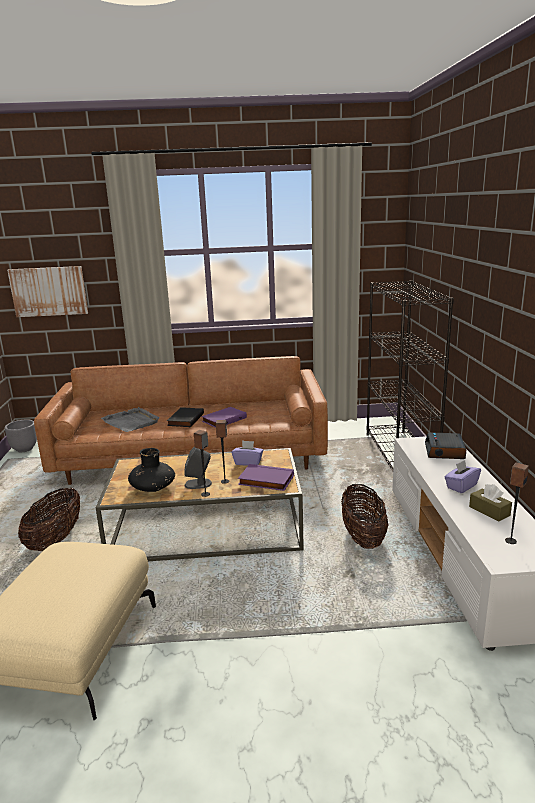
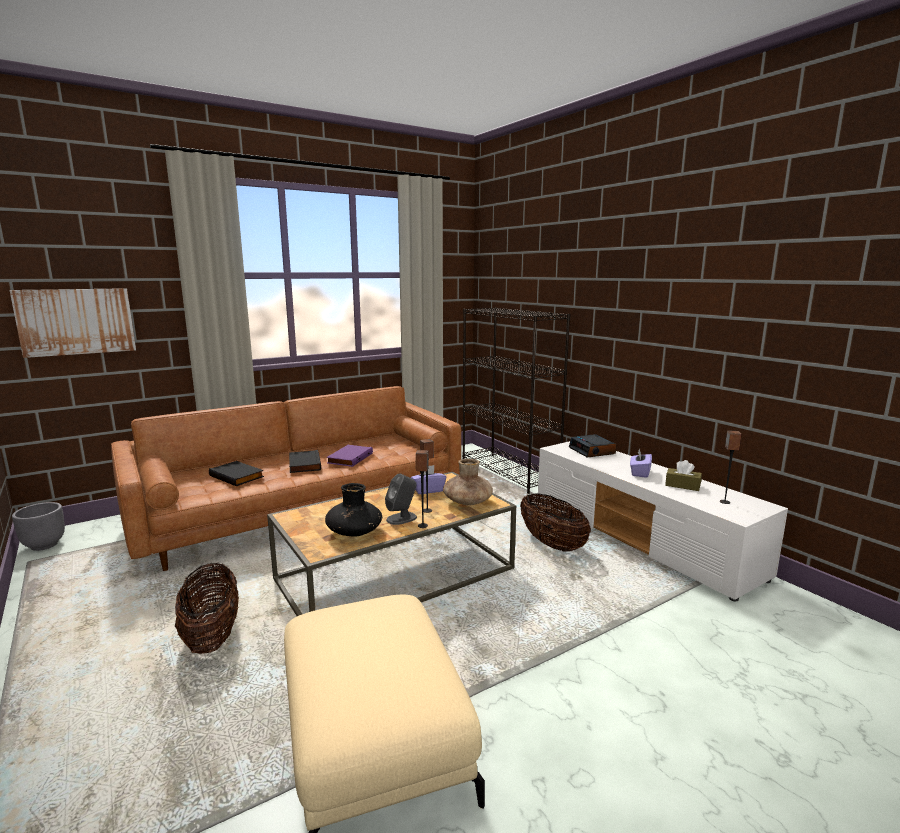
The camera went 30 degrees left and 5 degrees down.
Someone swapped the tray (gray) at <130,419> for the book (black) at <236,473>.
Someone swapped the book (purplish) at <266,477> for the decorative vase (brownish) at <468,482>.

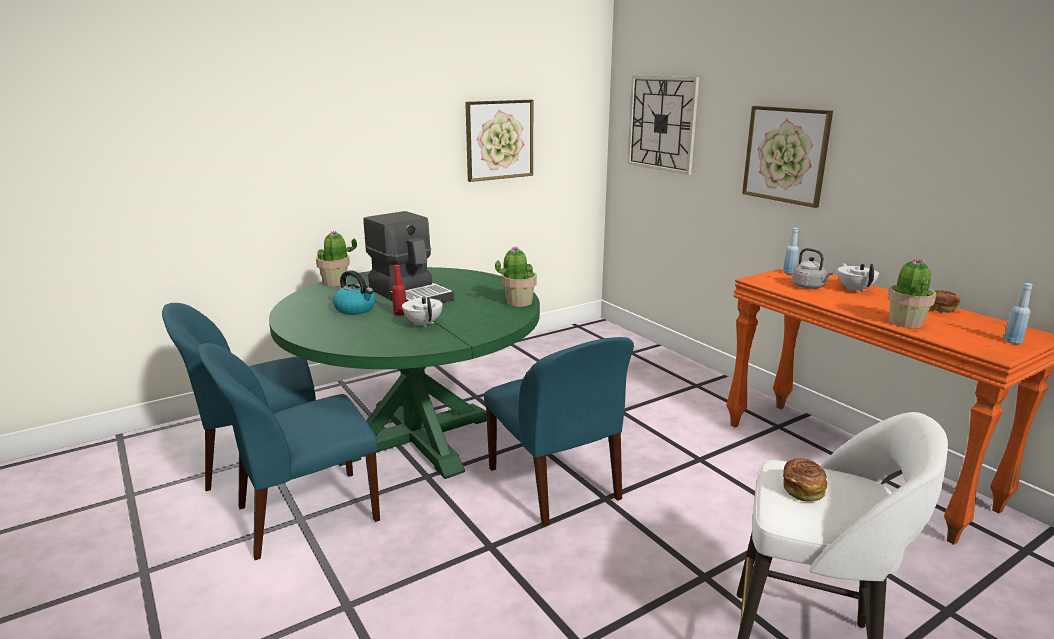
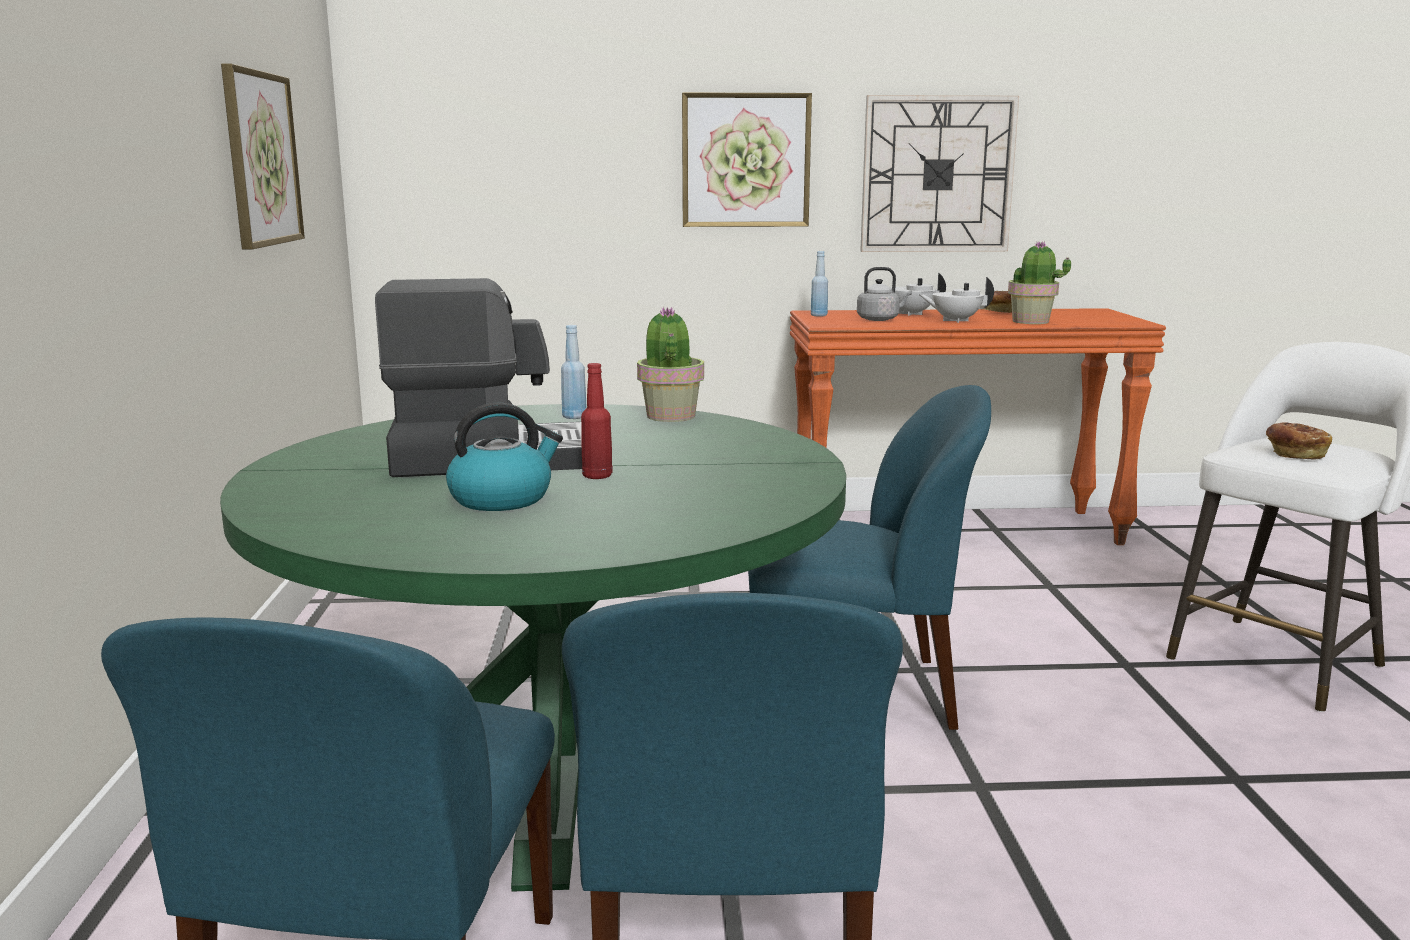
The camera went 60 degrees left and 5 degrees down.
Someone carried the bottle (bluish) from <1018,313> to <573,372>.
Someone carried the wall clock from <663,125> to <939,173>.
Someone carried the tea pot (whitish) from <422,311> to <956,300>.
Someone took away the potted plant at <336,258>.

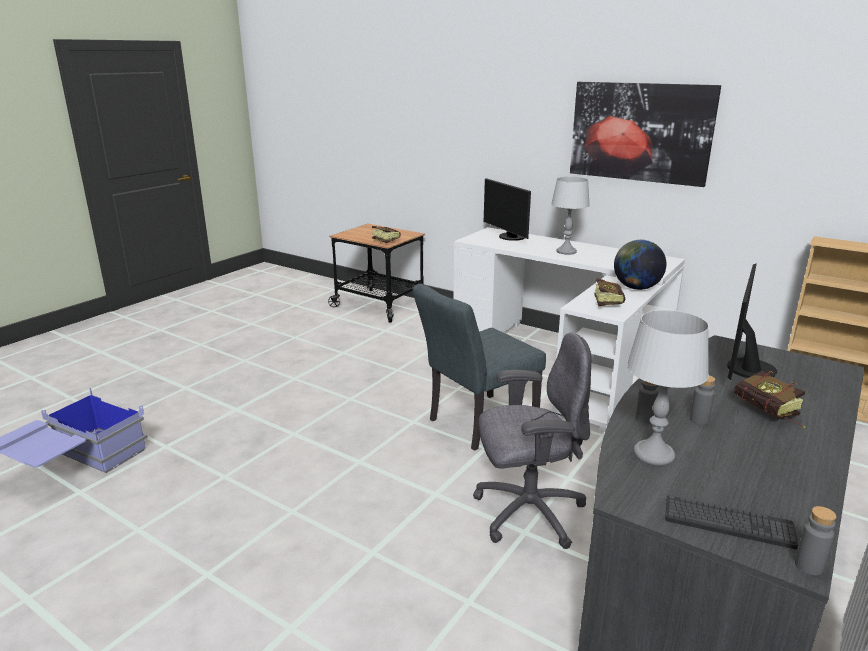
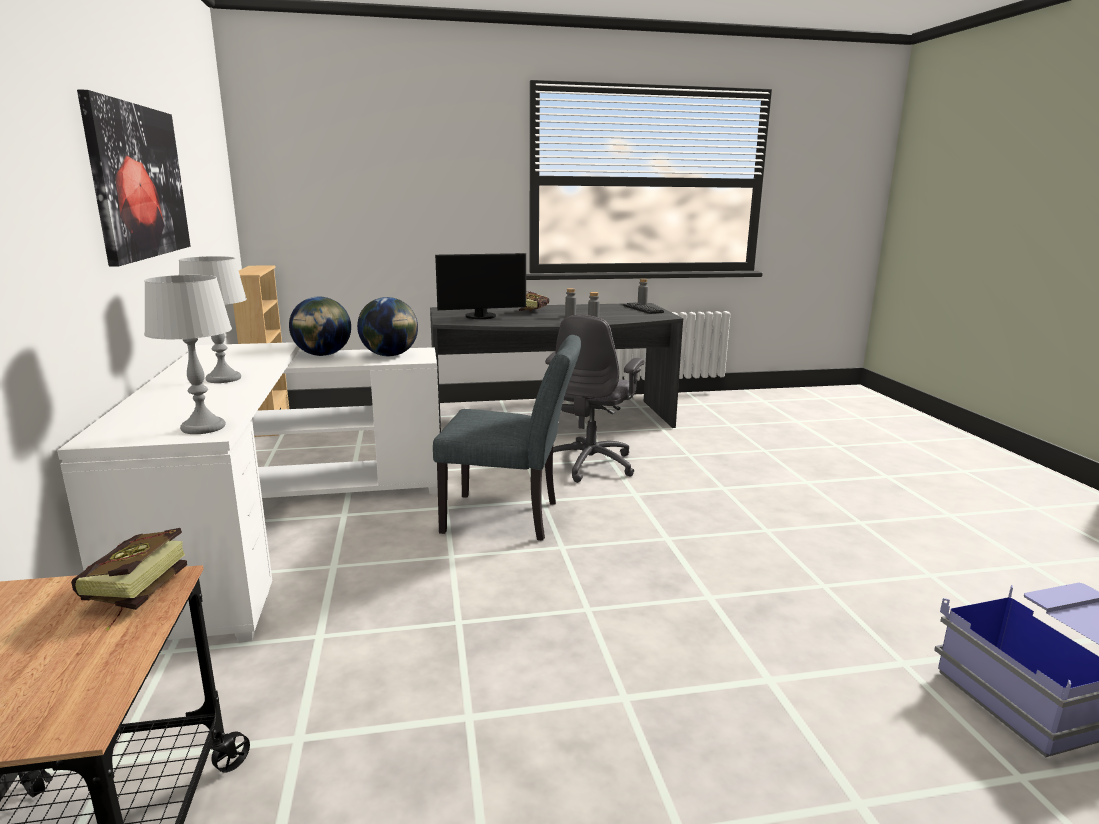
The camera went 135 degrees left and 5 degrees down.
Someone carried the table lamp (gray) from <668,388> to <188,354>.
Someone swapped the book at <609,292> for the desk globe at <387,326>.
Someone rotated the desk chair (gray) at <532,440> by 105 degrees counterclockwise.
Someone took away the computer display at <507,209>.

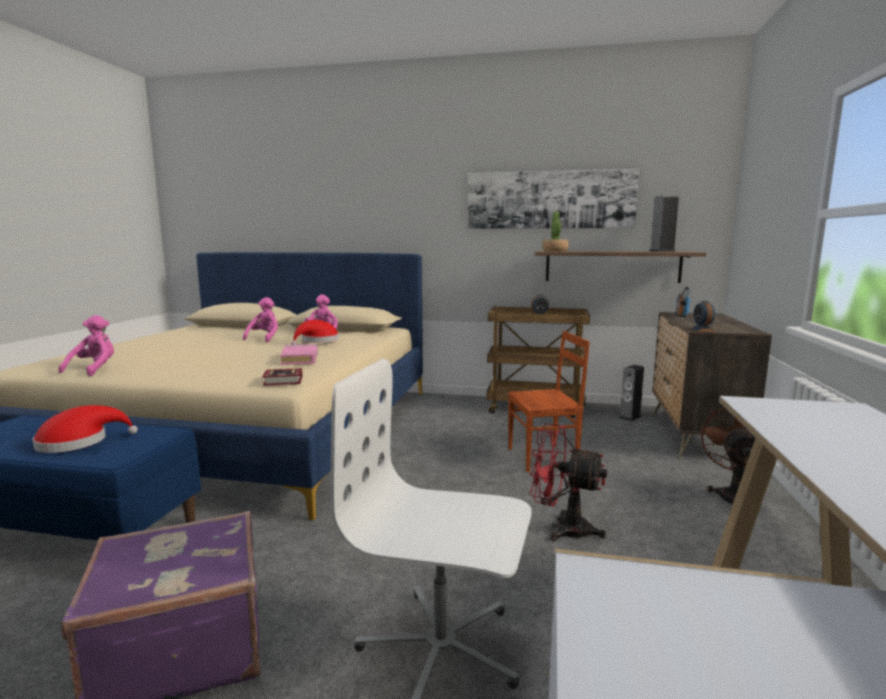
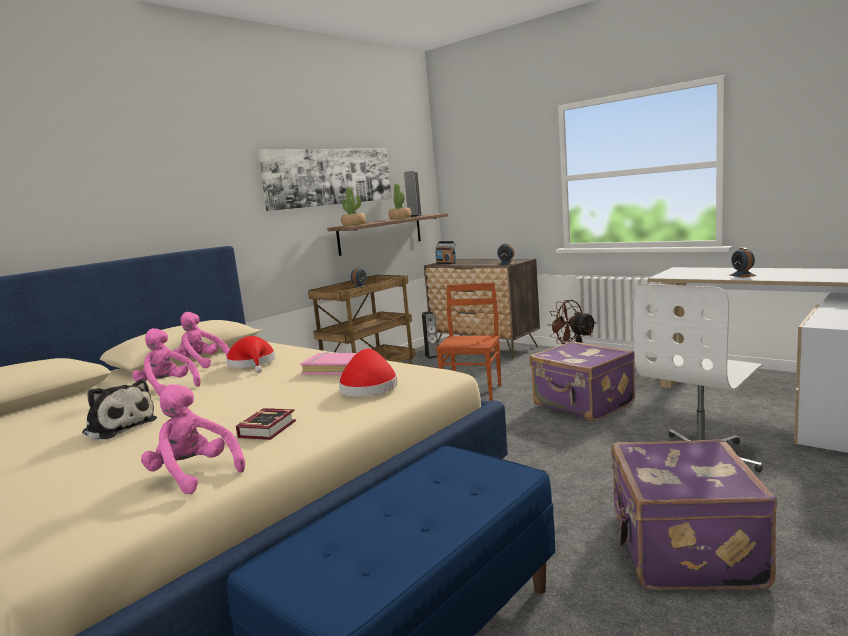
The camera went 60 degrees left and 0 degrees up.
Someone put down the cuddly toy at <119,409>.
Someone carried the book from <282,377> to <266,424>.
Someone carried the wearable hat (red) from <85,429> to <368,372>.
Someone put down the potted plant at <399,201>.
Someone swapped the cooling fan (red) at <568,483> for the suitcase (purplish) at <582,381>.
Someone put down the bedside clock at <743,262>.

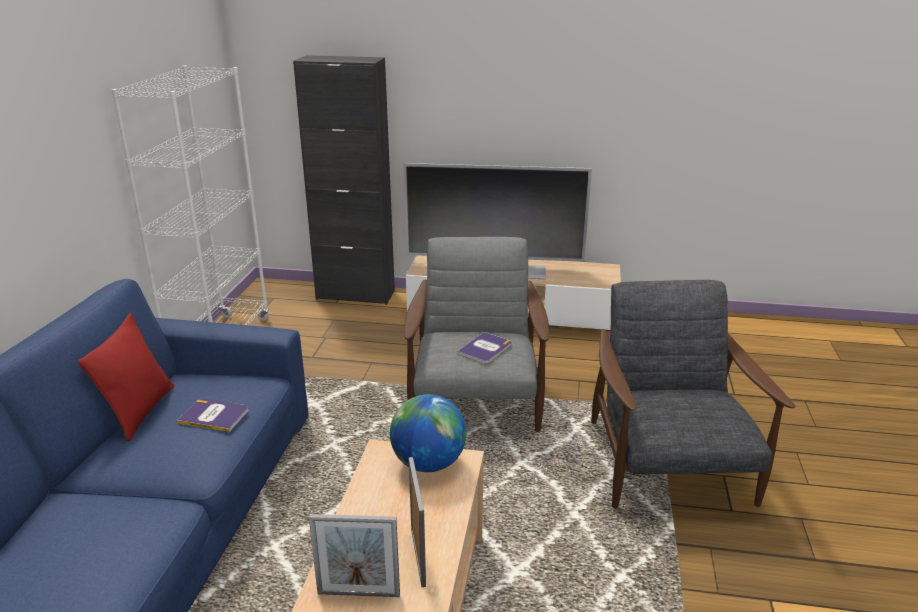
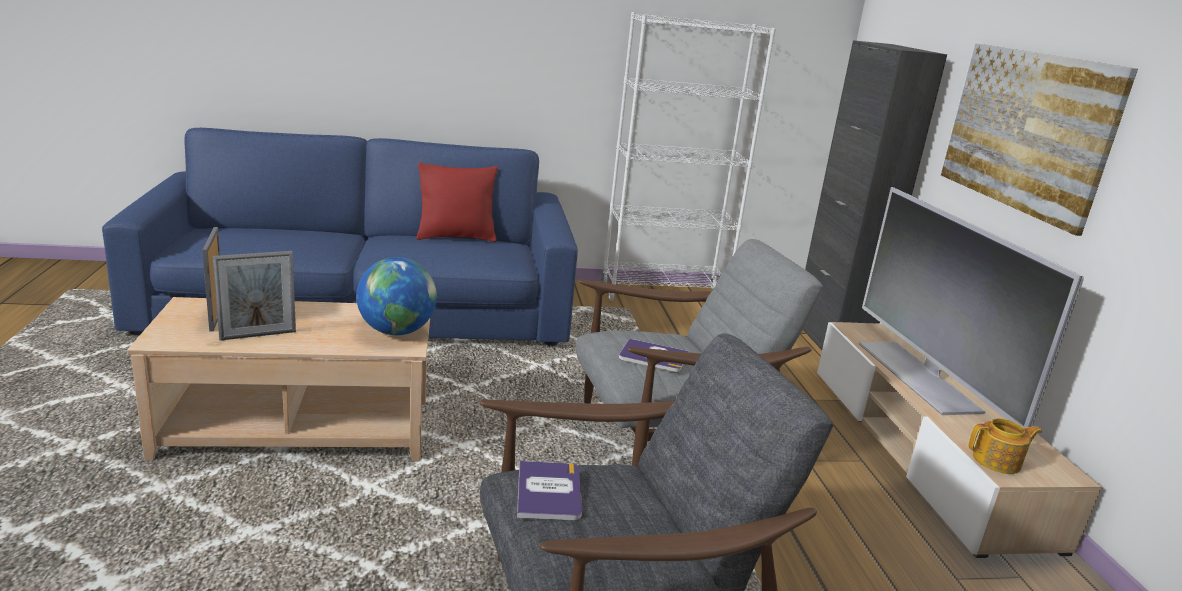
The camera went 70 degrees right and 5 degrees down.
Someone carried the book from <212,415> to <549,490>.
Someone put up the wall art at <1039,140>.
Someone put down the tea pot at <1005,446>.

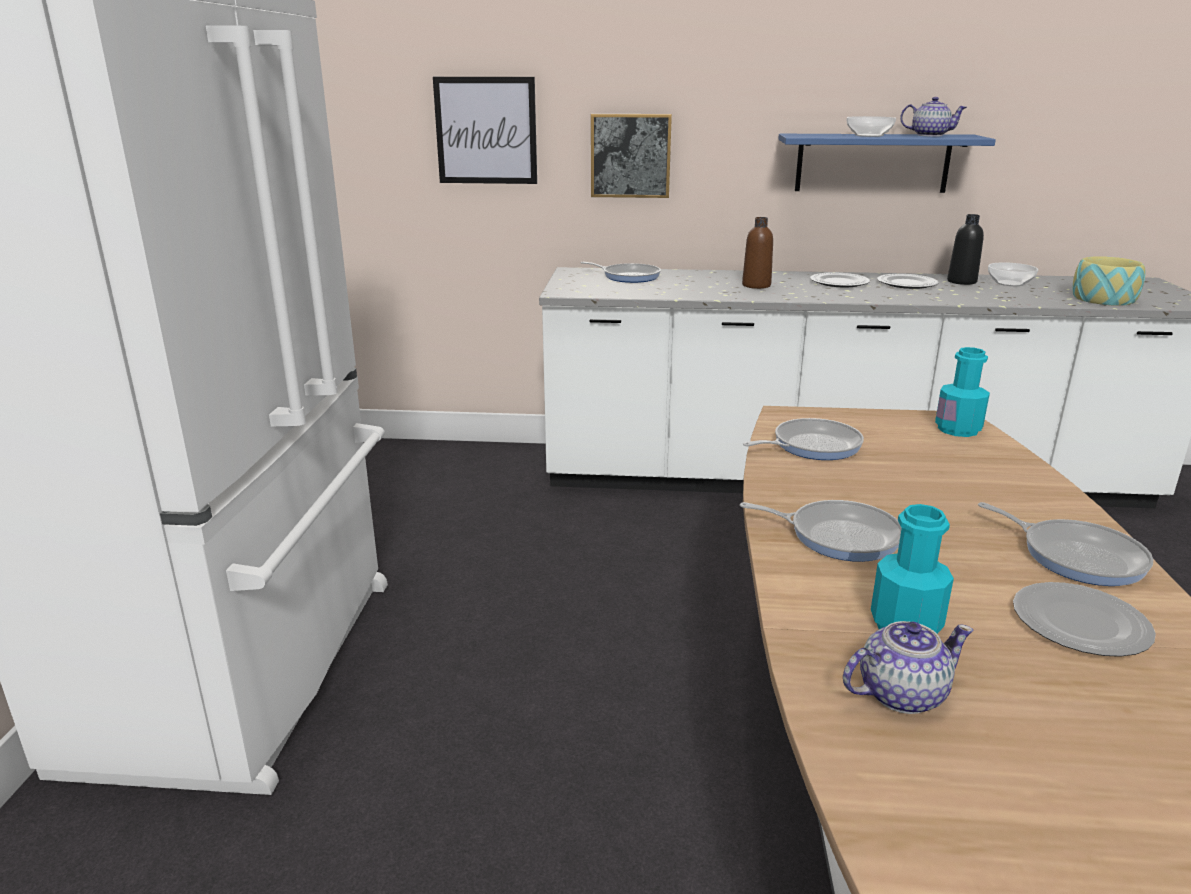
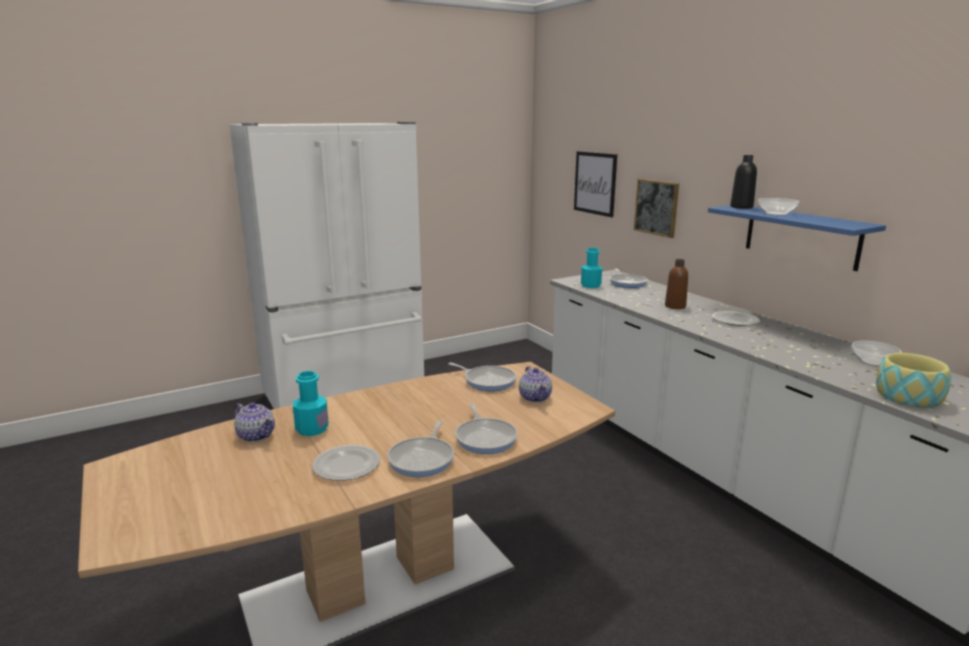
The camera went 55 degrees right and 5 degrees down.
Someone carried the skillet from <821,531> to <486,428>.
Someone carried the tea pot from <933,117> to <535,384>.
Someone carried the bottle (turquoise-coloured) from <962,392> to <591,268>.
Someone carried the bottle (black) from <965,249> to <743,182>.
Someone took away the dinner plate at <908,281>.

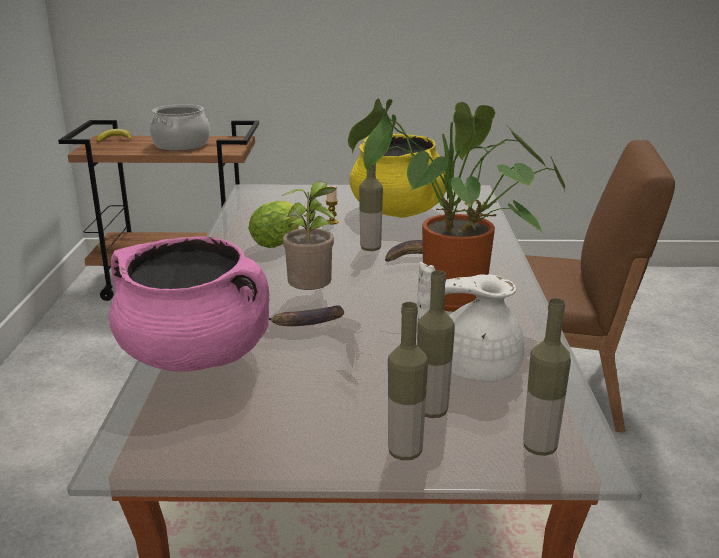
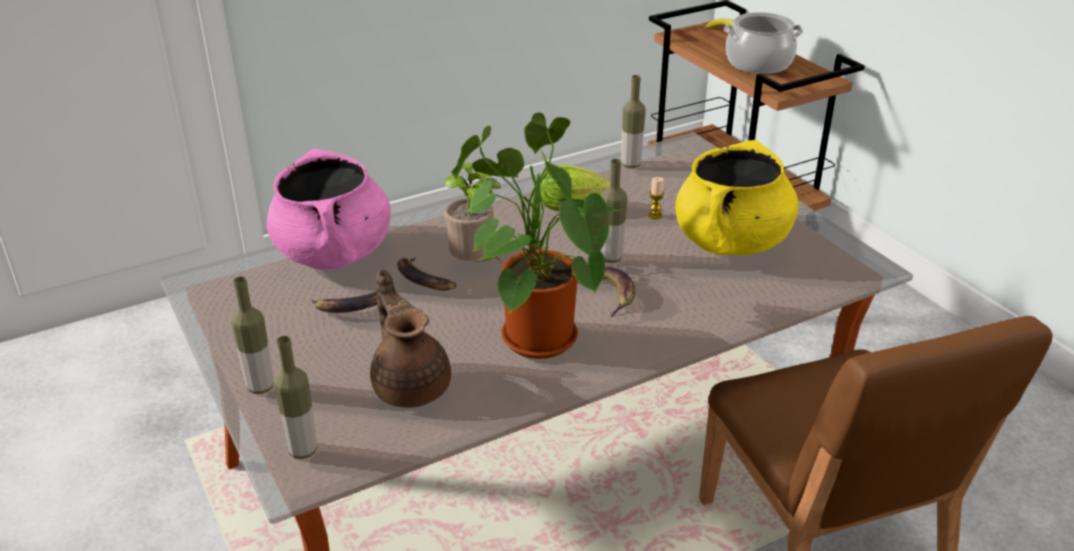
The camera went 60 degrees right and 10 degrees up.
Someone put down the whole banana at <345,302>.
Someone repainted the tea pot (whitish) at <470,322>, which became the tea pot (brownish) at <410,338>.
Someone carried the bottle from <436,344> to <633,121>.

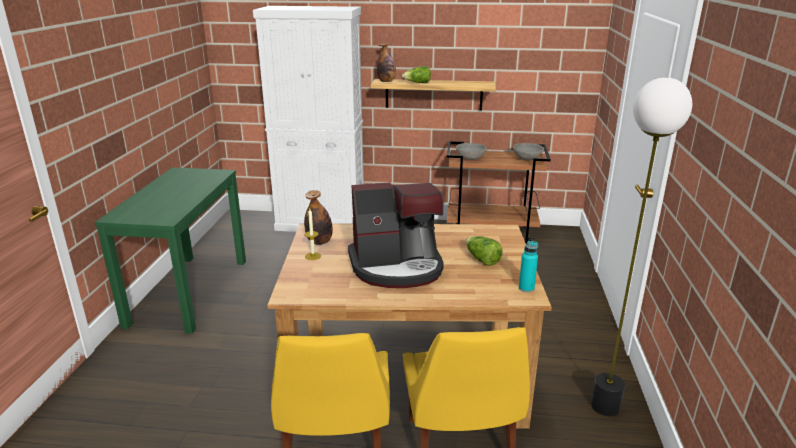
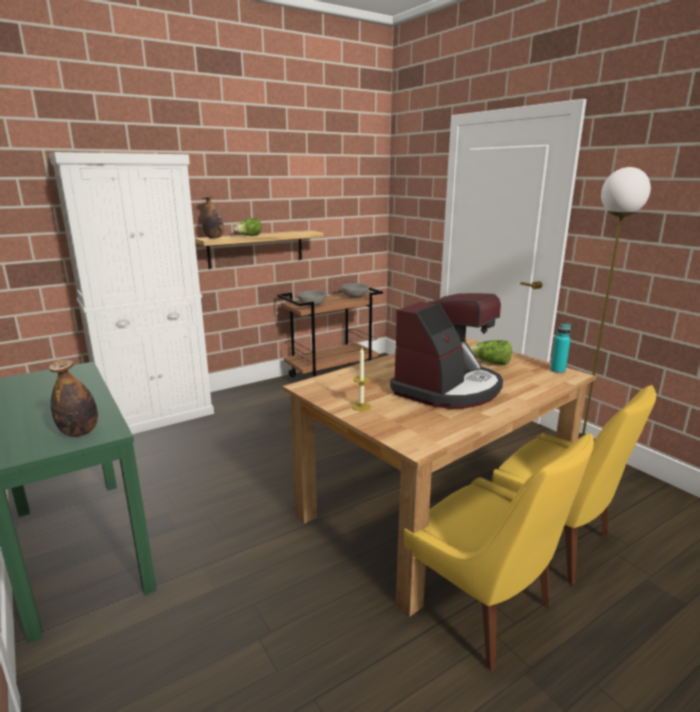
The camera went 40 degrees left and 5 degrees down.
Someone carried the bottle from <318,217> to <73,398>.

